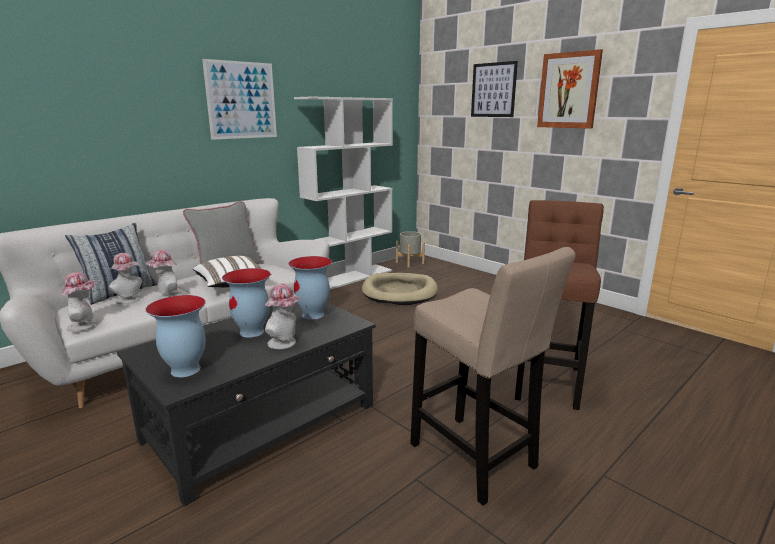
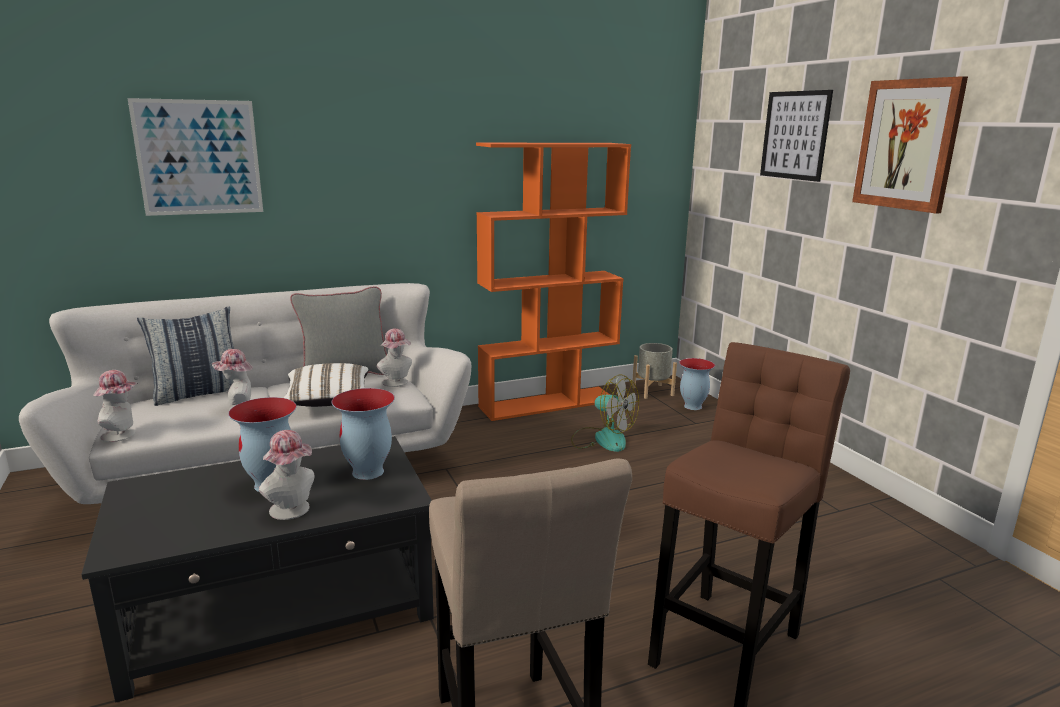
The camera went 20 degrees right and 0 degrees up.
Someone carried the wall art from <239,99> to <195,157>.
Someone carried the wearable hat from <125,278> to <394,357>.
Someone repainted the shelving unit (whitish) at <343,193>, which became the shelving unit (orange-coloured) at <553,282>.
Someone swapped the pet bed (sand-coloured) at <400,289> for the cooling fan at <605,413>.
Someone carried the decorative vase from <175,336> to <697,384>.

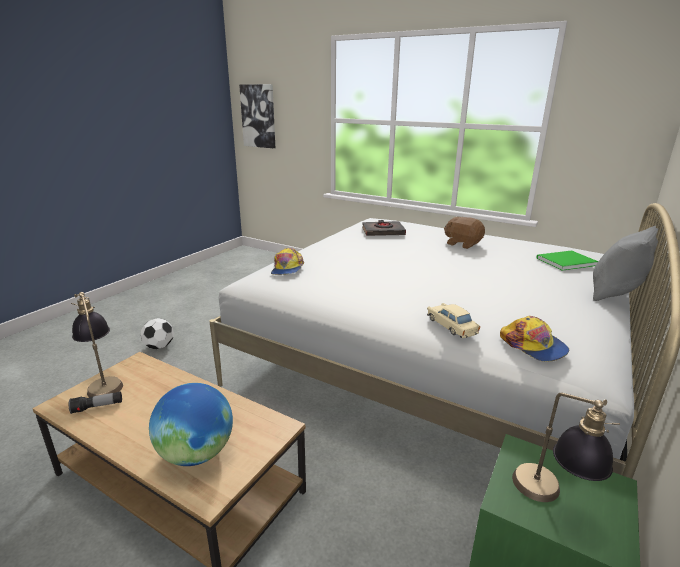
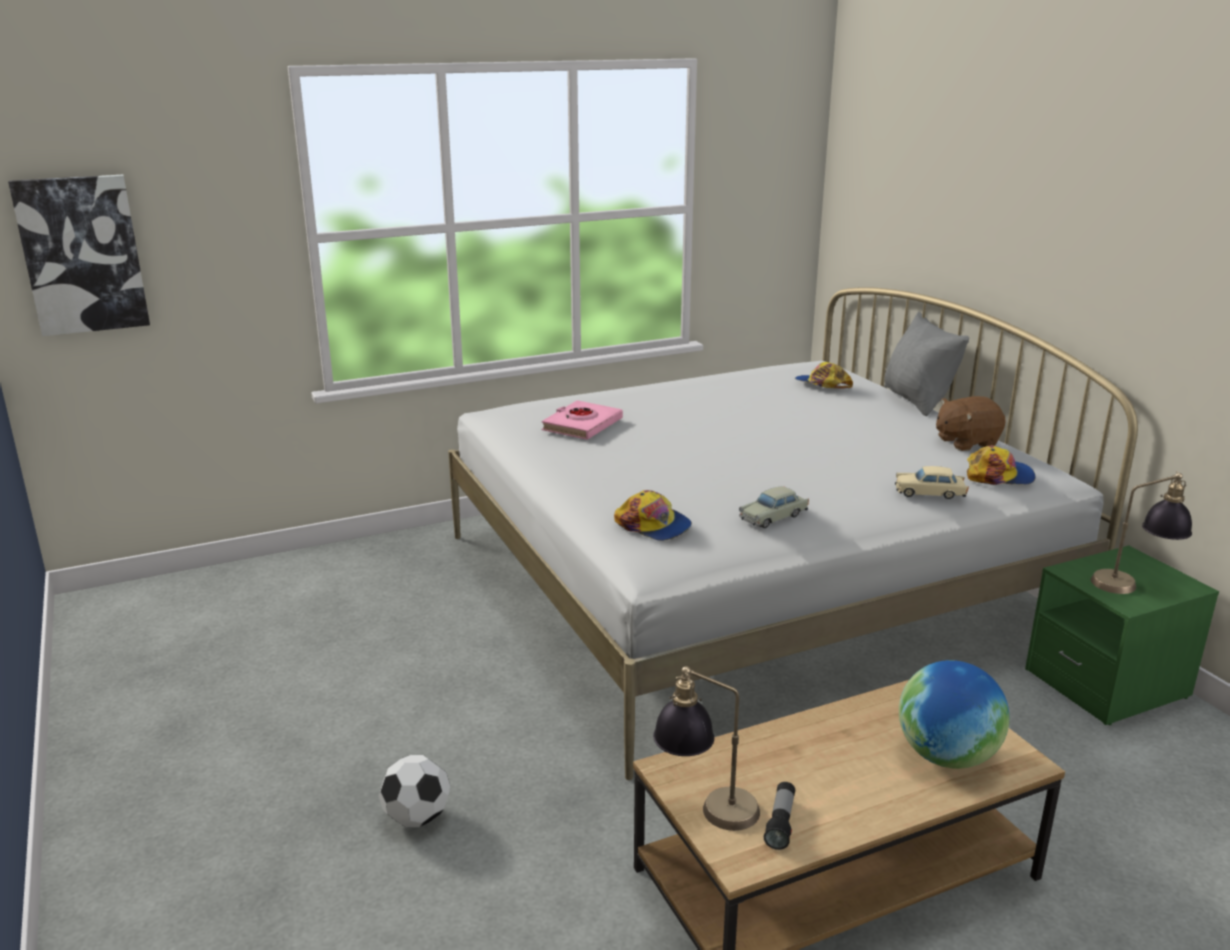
The camera went 55 degrees left and 0 degrees up.
Someone repainted the book (black) at <384,228>, which became the book (pink) at <582,420>.
Someone put down the miniature car (sand-coloured) at <774,507>.
Someone swapped the book (greenish) at <567,261> for the peaked cap at <824,375>.
Someone carried the cuddly toy (brownish) from <464,233> to <971,423>.

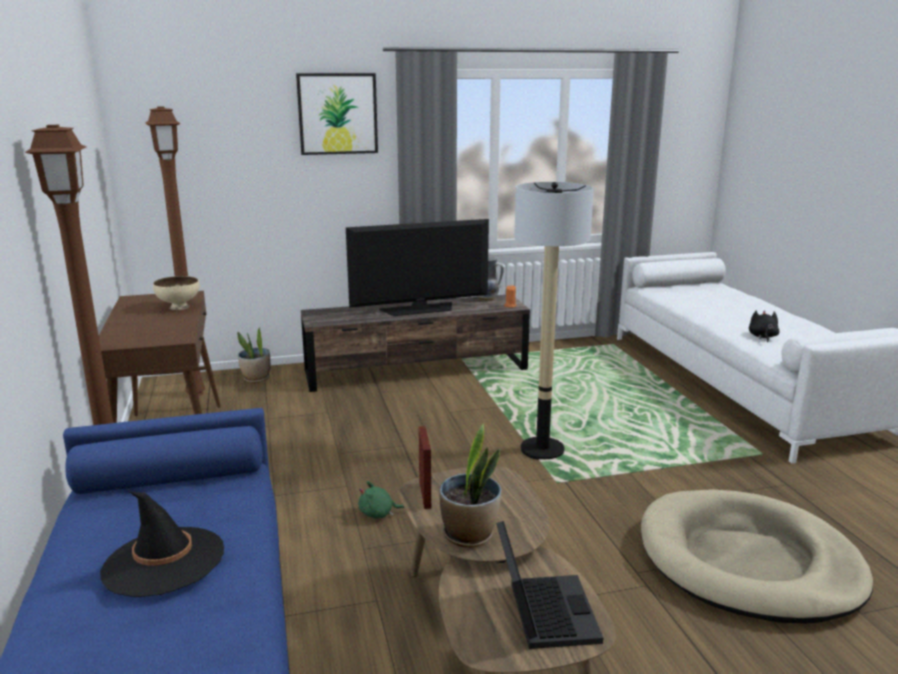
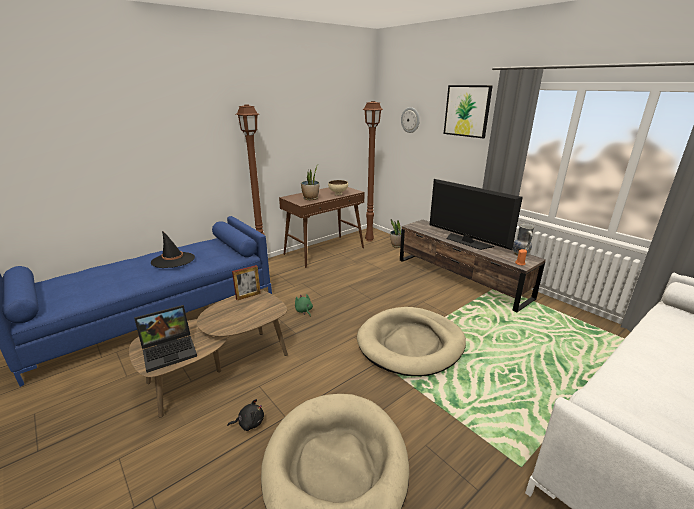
The camera went 65 degrees right and 5 degrees up.
Someone carried the cuddly toy (black) from <764,326> to <245,415>.
Someone carried the potted plant from <470,486> to <310,182>.
Someone swapped the floor lamp at <554,321> for the pet bed (sand-coloured) at <411,341>.
Someone put up the wall clock at <410,120>.

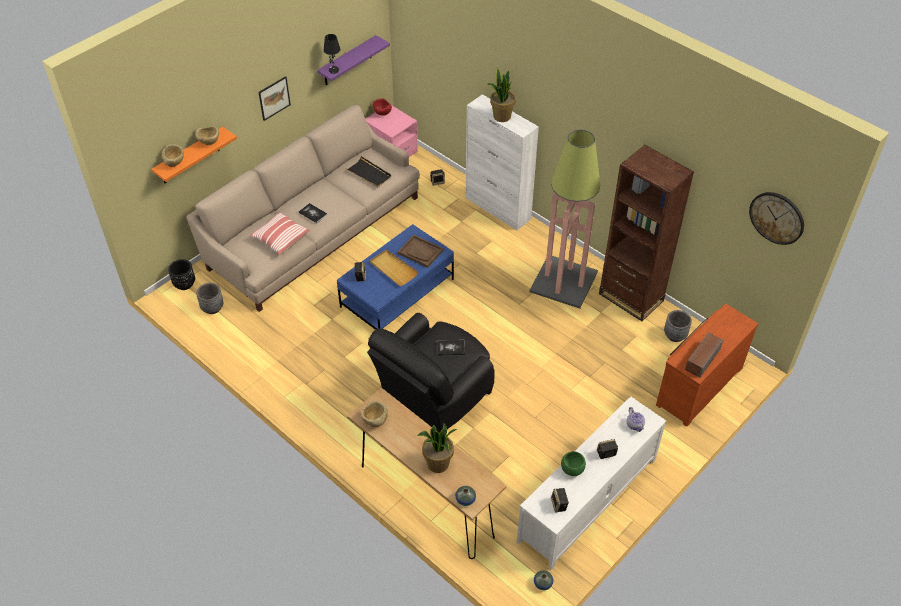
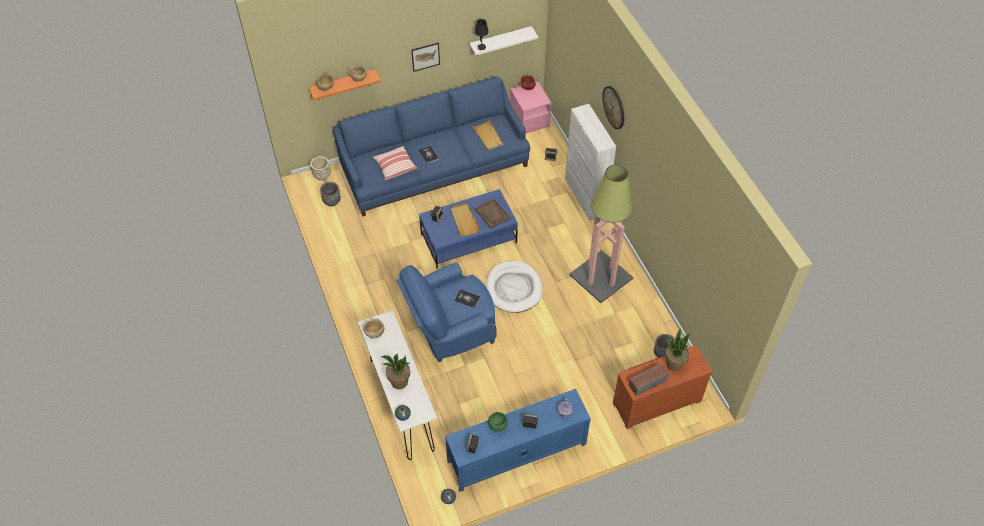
The camera went 25 degrees right and 5 degrees up.
Someone repainted the plant pot (black) at <181,274>, which became the plant pot (sand-coloured) at <320,168>.
Someone repainted the sofa (sand-coloured) at <303,208>, which became the sofa (bluish) at <431,147>.
Someone repainted the narrow table (brownish) at <426,473>, which became the narrow table (whitish) at <397,385>.
Someone repainted the lounge chair (black) at <431,373>, which became the lounge chair (bluish) at <446,312>.
Someone repainted the tv stand (whitish) at <591,483>, which became the tv stand (bluish) at <518,440>.
Someone repainted the wall shelf (purplish) at <353,60>, which became the wall shelf (whitish) at <503,41>.
Someone repainted the tray (black) at <368,172>, which became the tray (sand-coloured) at <488,134>.
Someone put down the pet bed (whitish) at <514,287>.
Someone carried the wall clock from <776,218> to <613,107>.
Someone carried the potted plant from <501,95> to <677,349>.
Someone took away the shelving unit (brownish) at <646,233>.

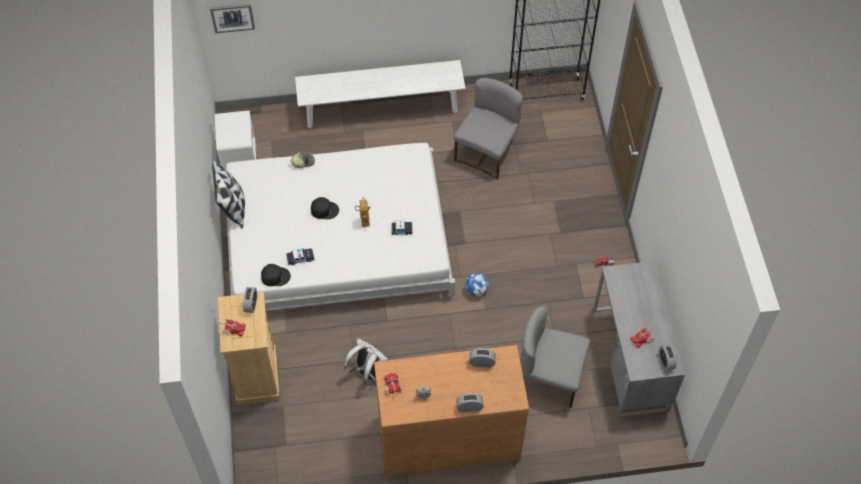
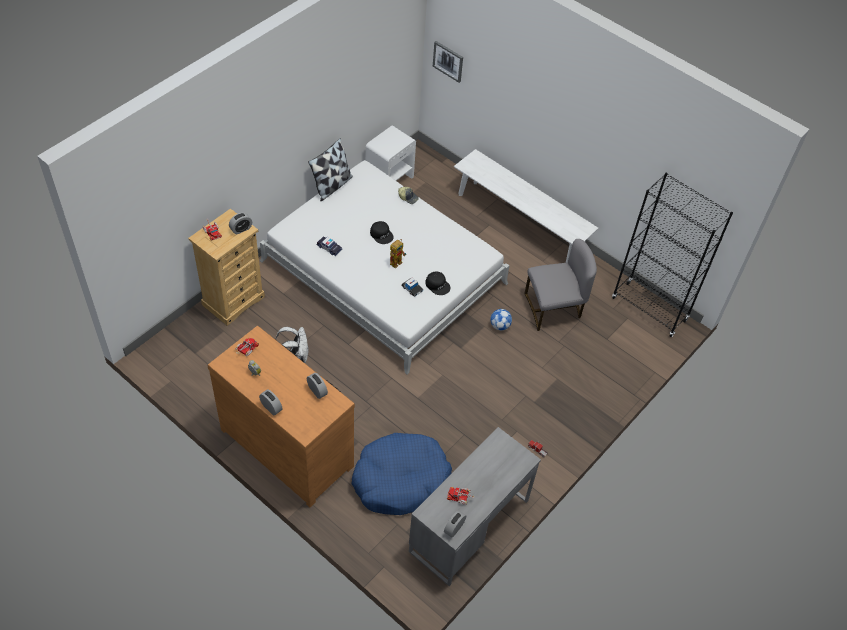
The camera went 45 degrees right and 5 degrees down.
Someone swapped the chair (gray) at <555,357> for the pet bed (bluish) at <401,474>.
Someone carried the peaked cap (black) from <276,275> to <437,283>.
Someone carried the football ball from <477,284> to <501,319>.

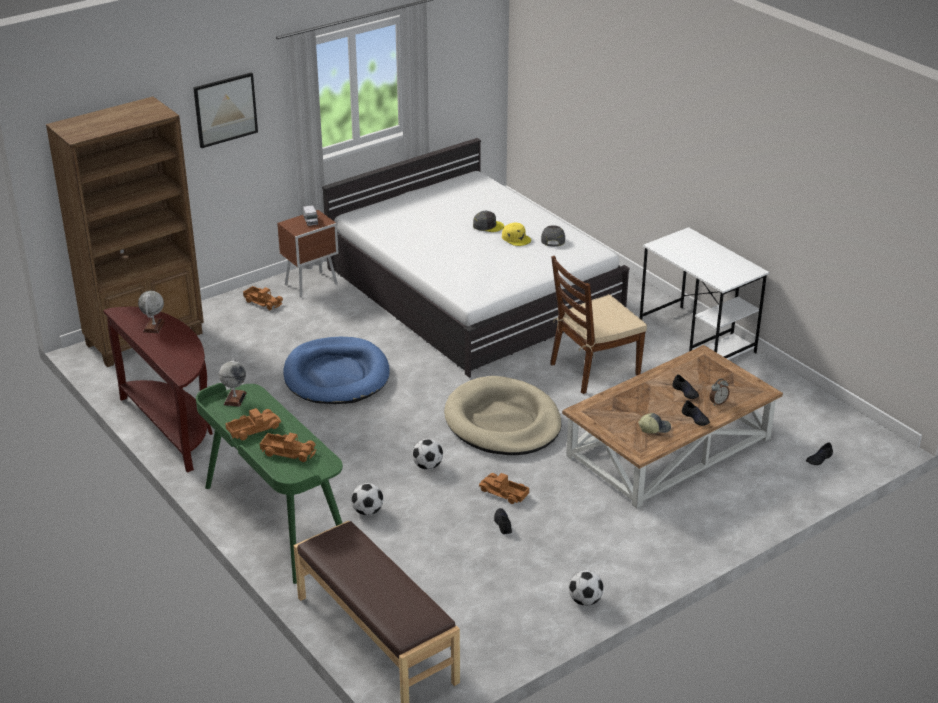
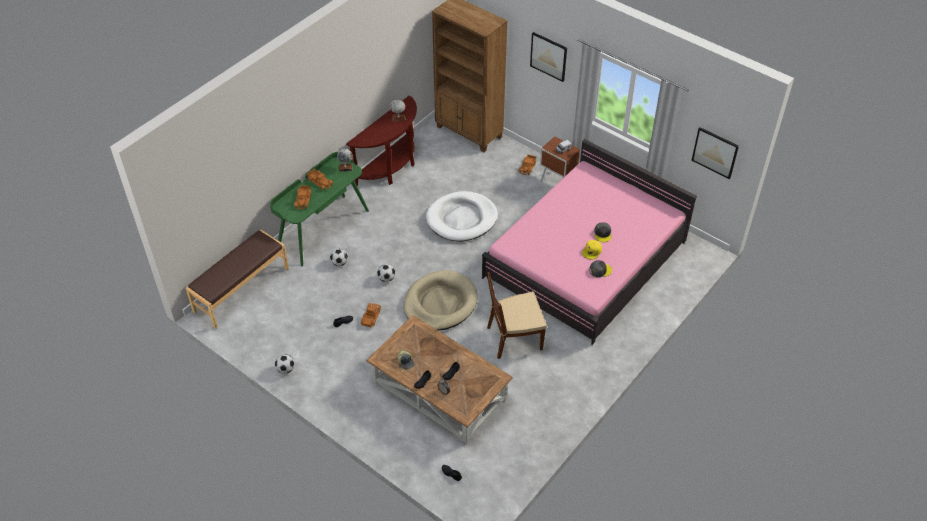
The camera went 75 degrees right and 15 degrees up.
Someone repainted the pet bed (bluish) at <336,370>, which became the pet bed (whitish) at <462,216>.
Someone repainted the bedroom bed (whitish) at <476,258>, which became the bedroom bed (pink) at <589,242>.
Someone rotated the chair (brownish) at <598,325> by 60 degrees counterclockwise.
Someone put up the wall art at <715,153>.
Someone took away the desk table (whitish) at <704,293>.

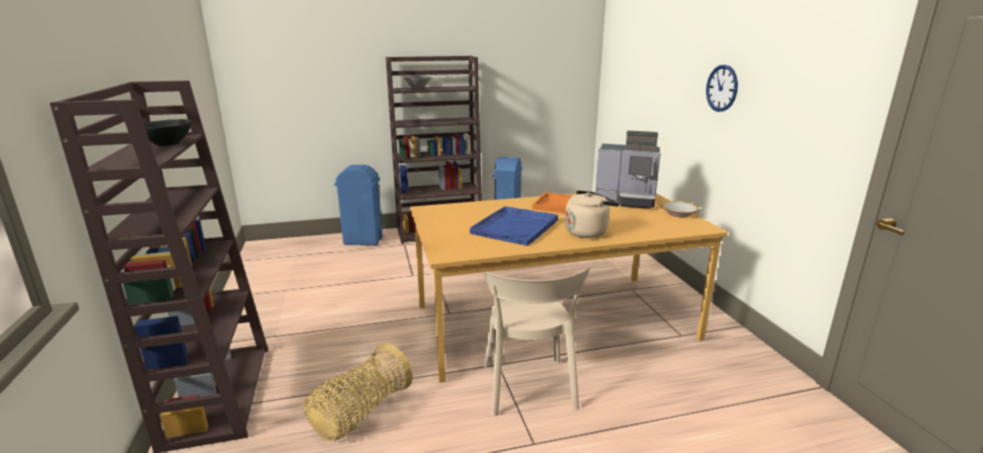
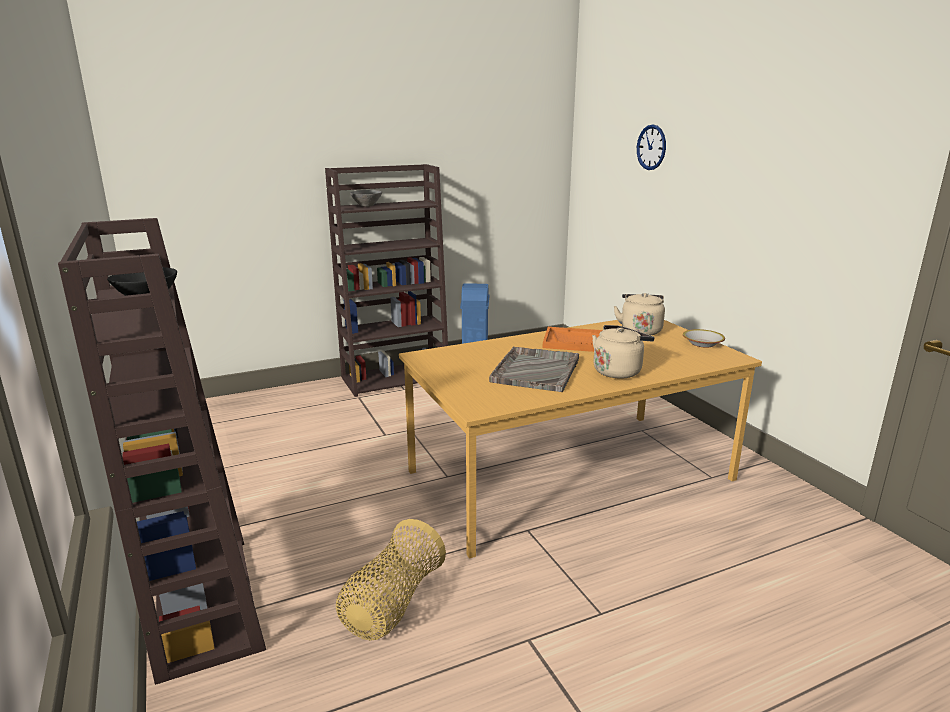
The camera went 10 degrees left and 0 degrees up.
Someone repainted the tray (bluish) at <514,226>, which became the tray (gray) at <534,369>.
Someone swapped the coffee machine at <628,170> for the kettle (sand-coloured) at <639,314>.
Someone carried the wall clock from <722,88> to <651,147>.
Someone took away the rubbish bin (bluish) at <358,205>.
Someone took away the chair (sand-coloured) at <537,341>.

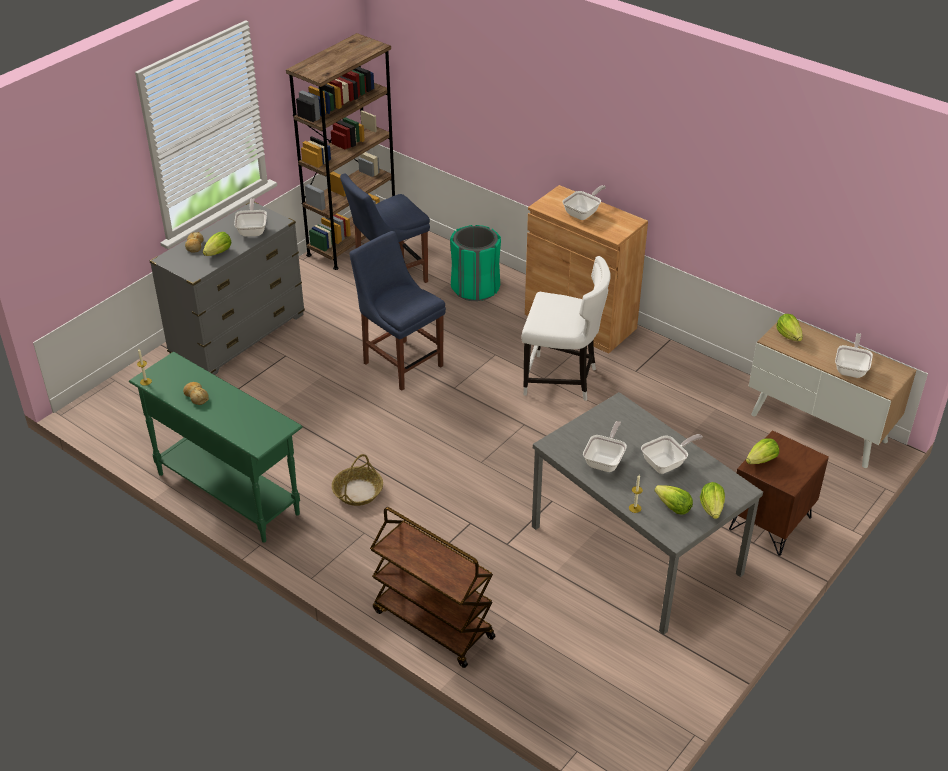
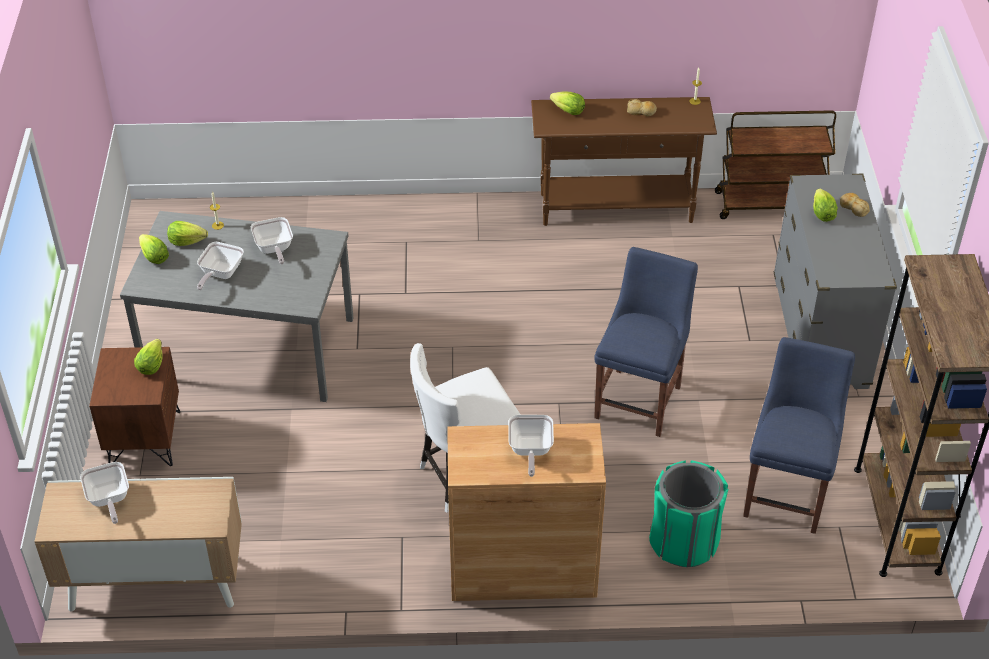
The camera went 140 degrees right and 5 degrees up.
Someone repainted the narrow table (greenish) at <216,447>, which became the narrow table (brownish) at <624,161>.
Someone carried the head of lettuce from <789,328> to <567,103>.
Someone rotated the chair (bluish) at <398,311> by 75 degrees counterclockwise.
Someone carried the cart (brownish) from <432,587> to <775,164>.
Someone took away the skillet at <250,217>.
Someone took away the basket at <357,480>.

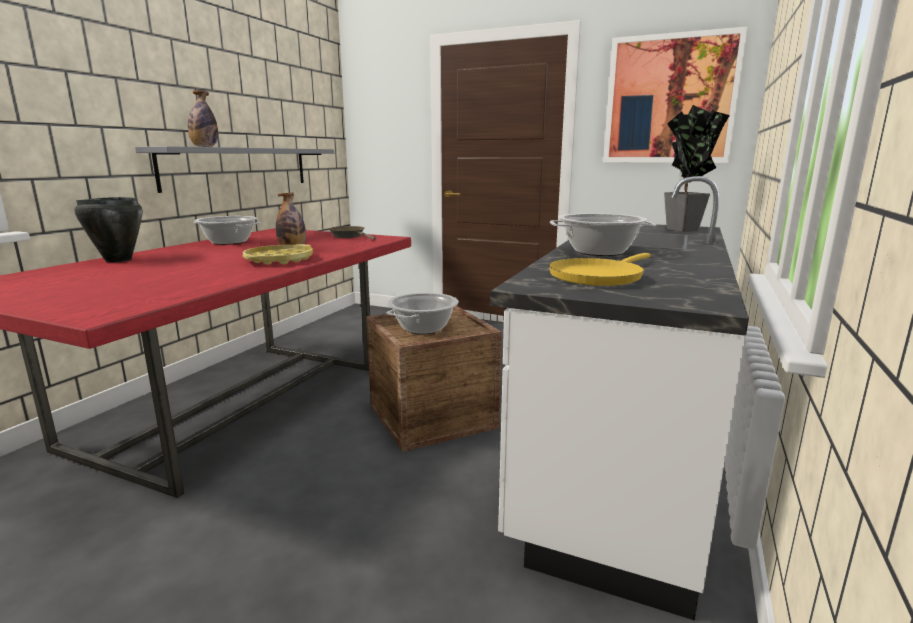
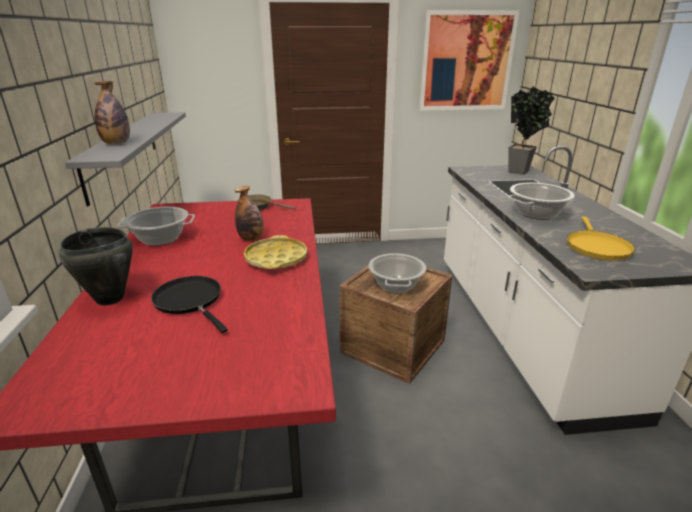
The camera went 30 degrees left and 10 degrees up.
Someone put down the skillet (black) at <189,304>.

